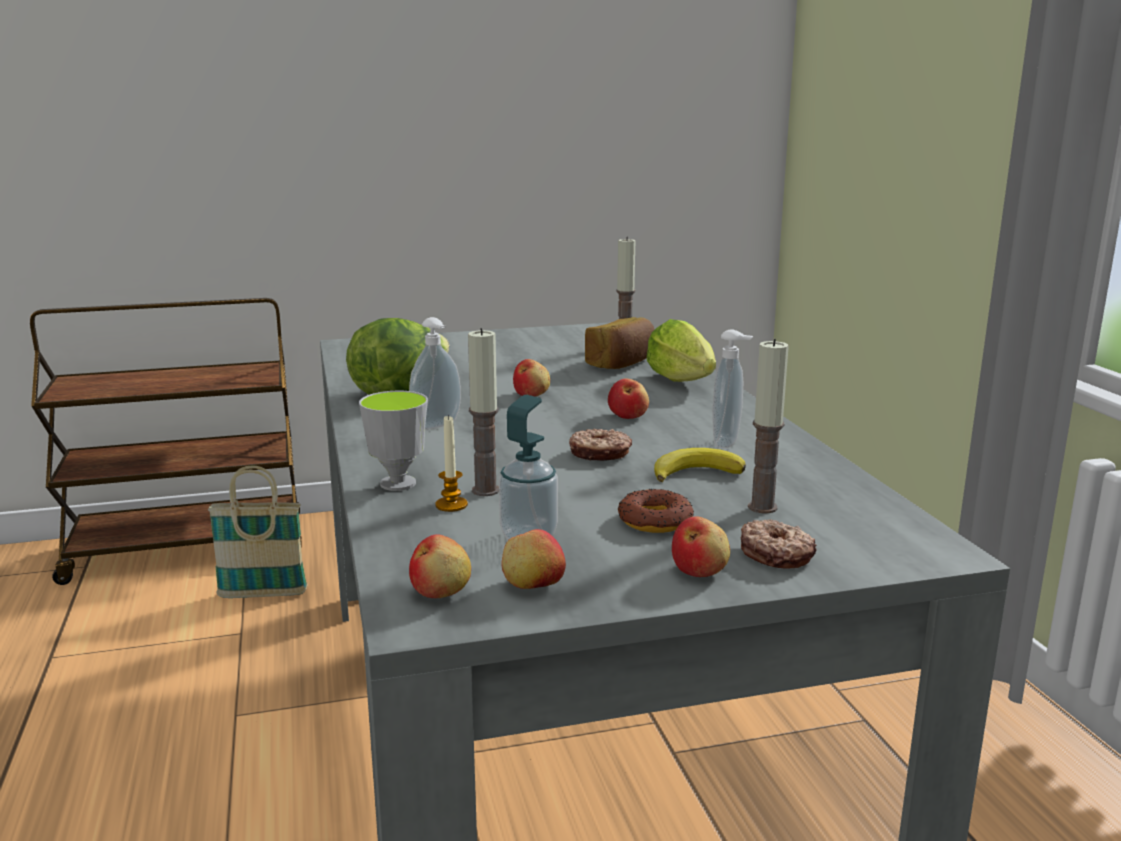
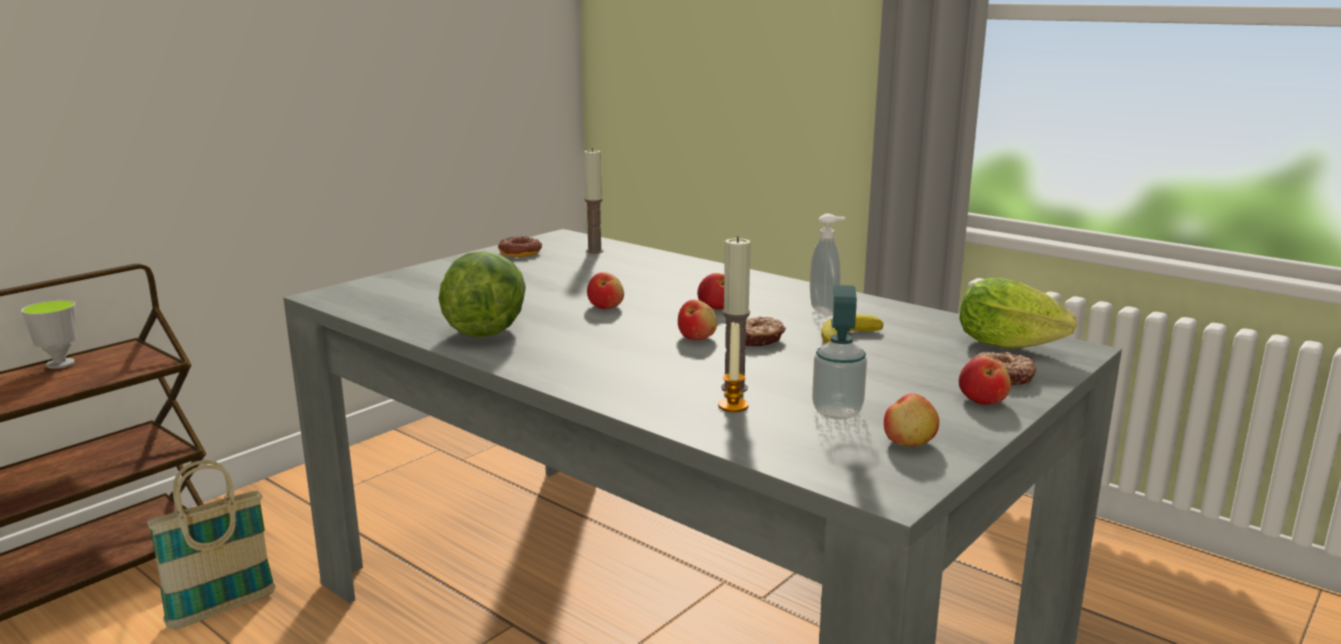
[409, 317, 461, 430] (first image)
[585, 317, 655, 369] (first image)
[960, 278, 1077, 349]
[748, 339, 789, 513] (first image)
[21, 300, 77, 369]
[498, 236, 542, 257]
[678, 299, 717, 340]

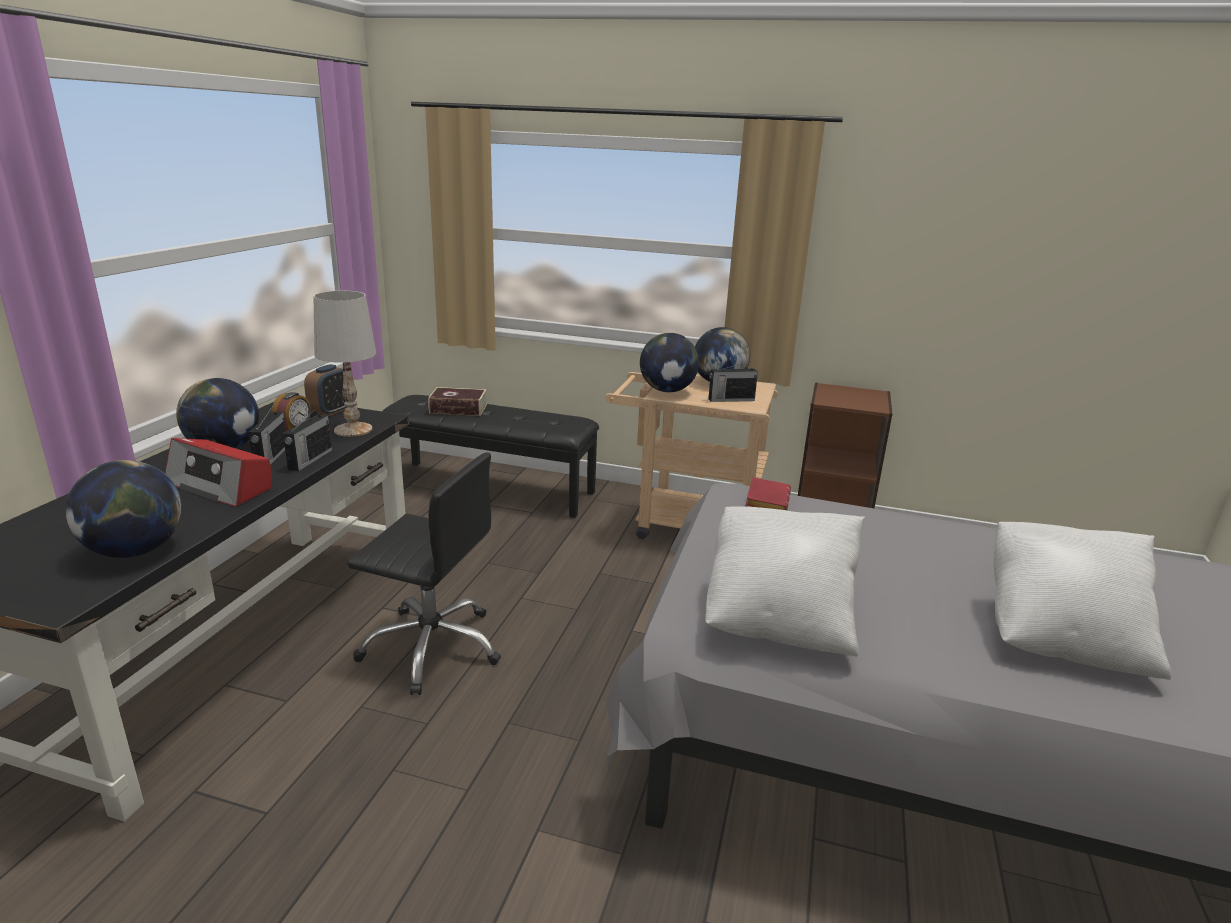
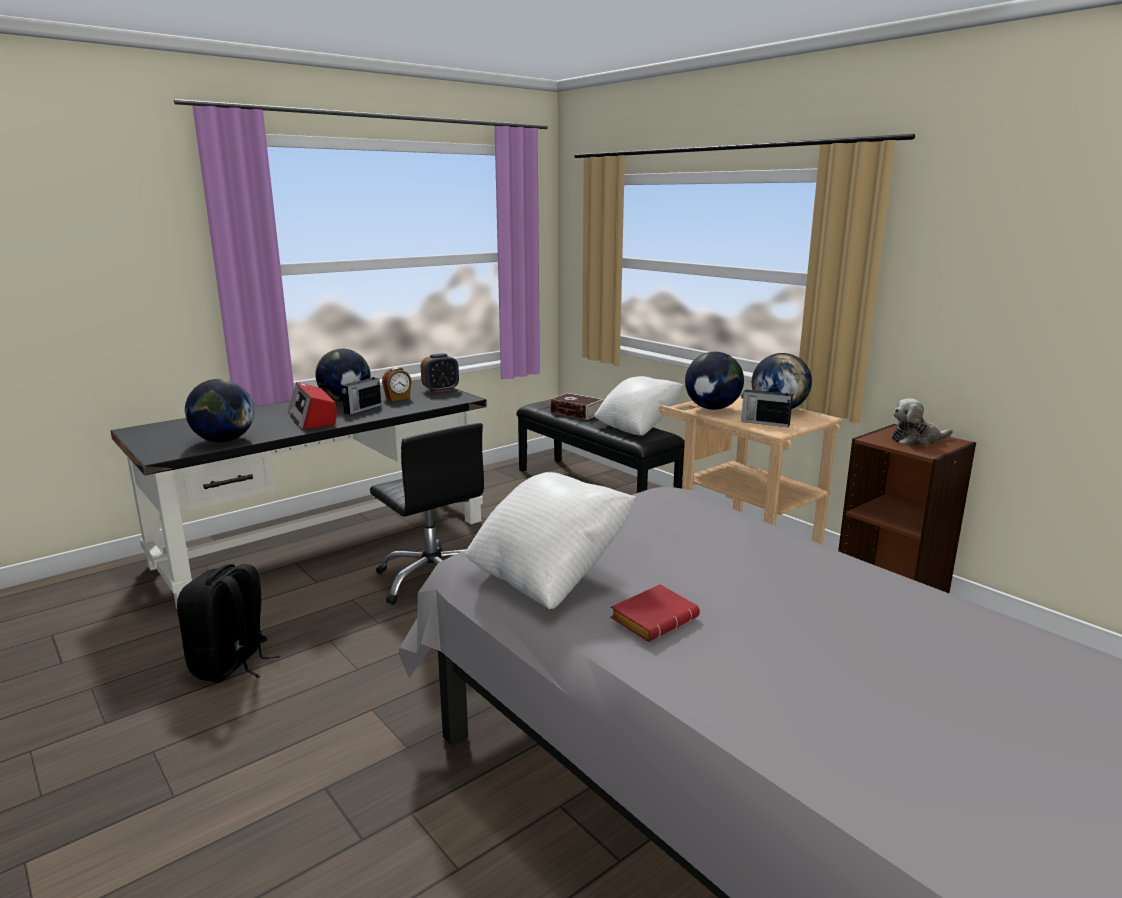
[314, 291, 376, 437] (first image)
[283, 407, 332, 471] (first image)
[610, 584, 700, 642]
[594, 376, 684, 436]
[891, 398, 953, 446]
[177, 564, 280, 683]

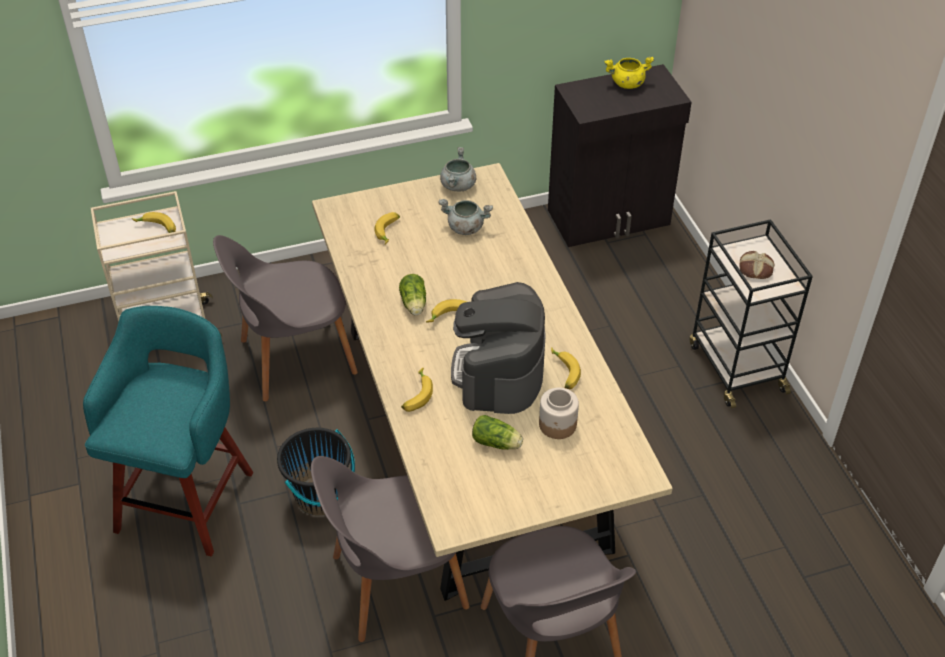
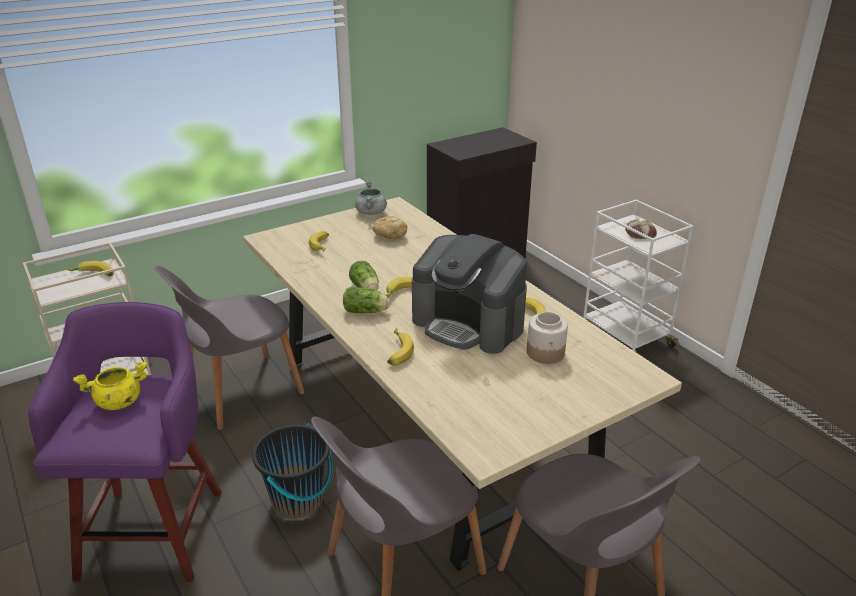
[73, 361, 147, 410]
[372, 216, 407, 239]
[583, 200, 693, 356]
[412, 234, 527, 354]
[28, 302, 222, 582]
[343, 286, 390, 313]

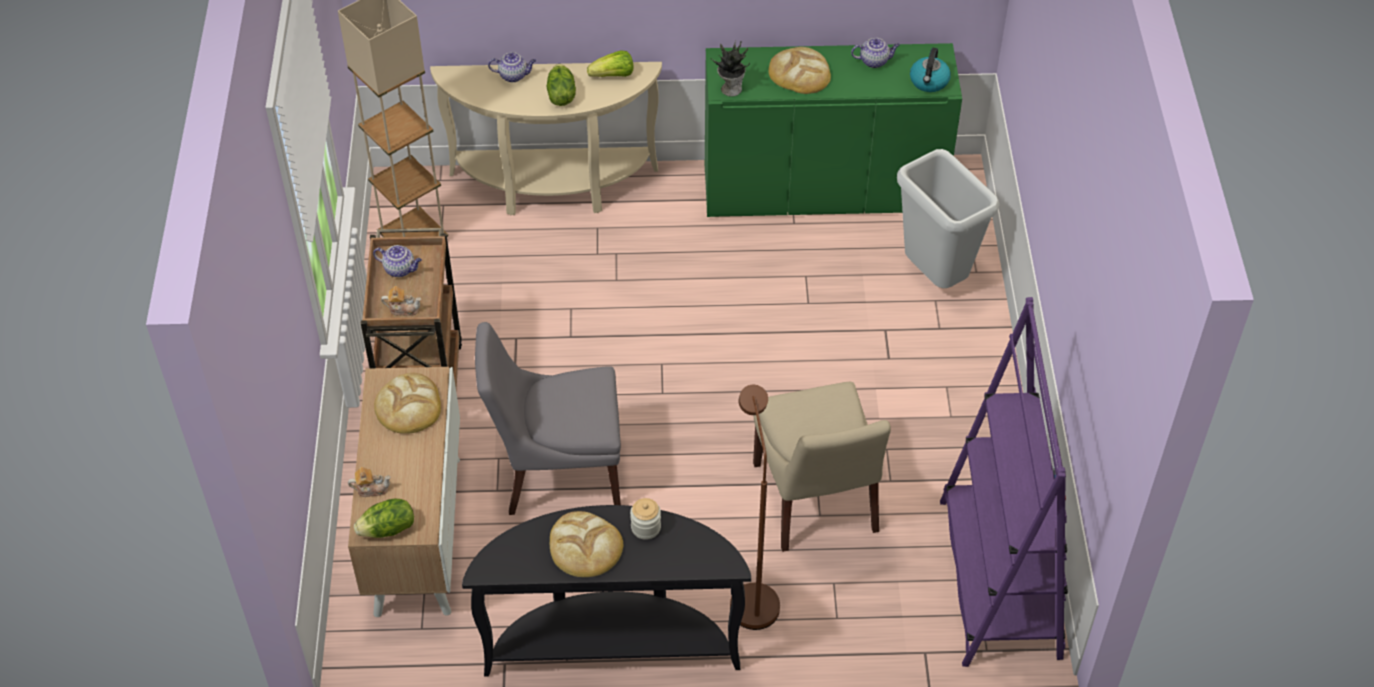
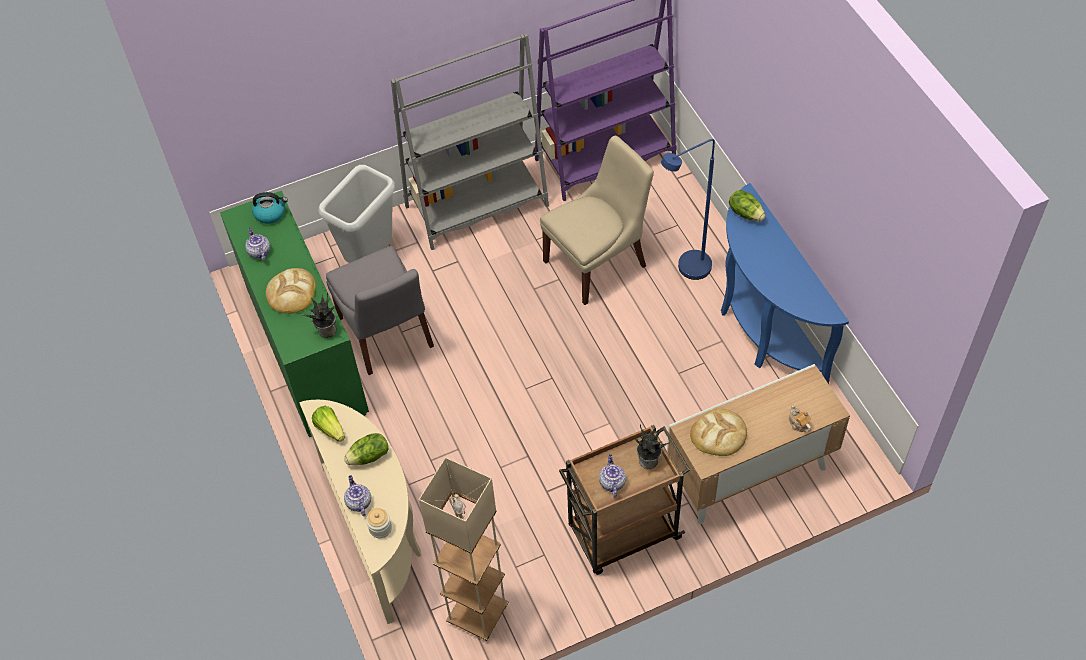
[634, 424, 670, 469]
[326, 246, 434, 375]
[661, 139, 715, 280]
[729, 190, 766, 221]
[366, 508, 392, 538]
[721, 183, 849, 384]
[550, 511, 623, 577] (first image)
[391, 34, 549, 250]

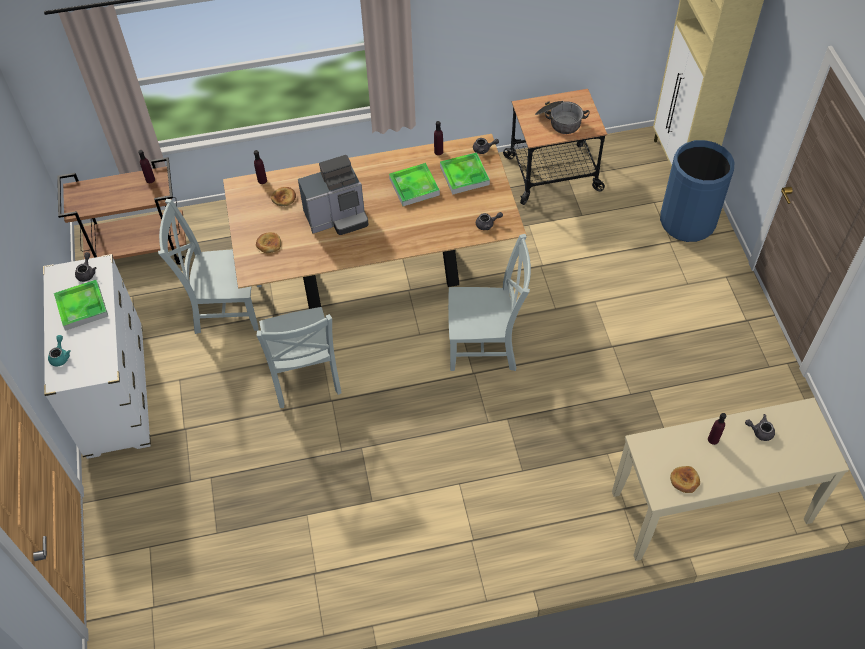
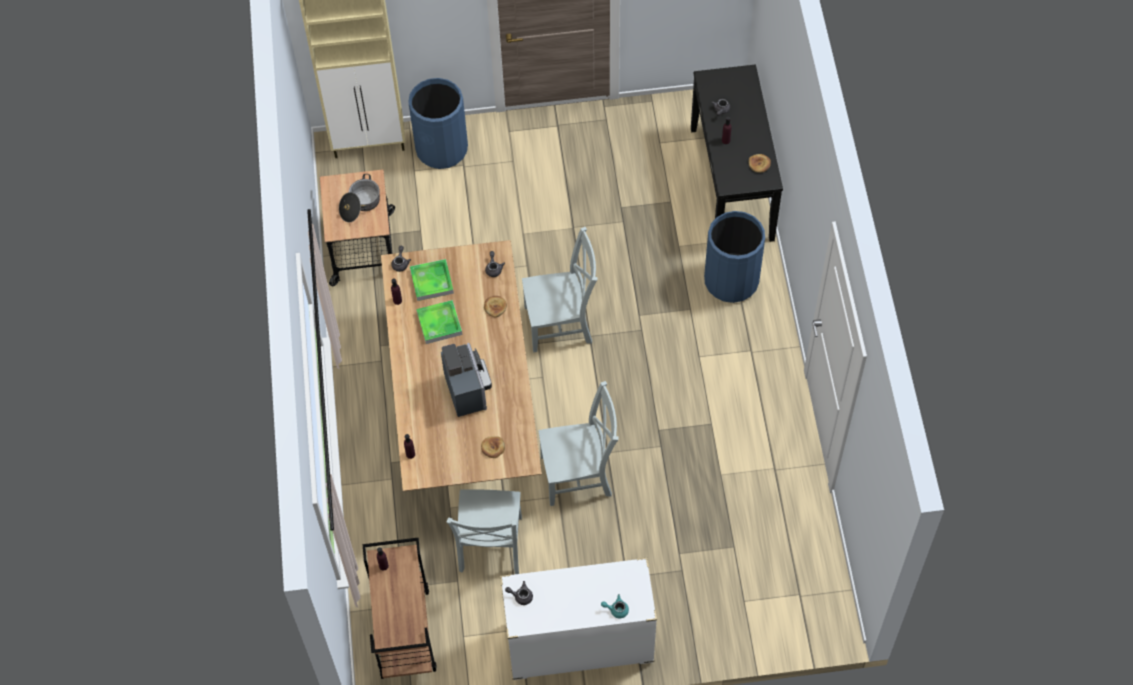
[484, 296, 507, 317]
[522, 227, 598, 352]
[54, 280, 108, 331] (first image)
[691, 65, 783, 242]
[704, 211, 765, 303]

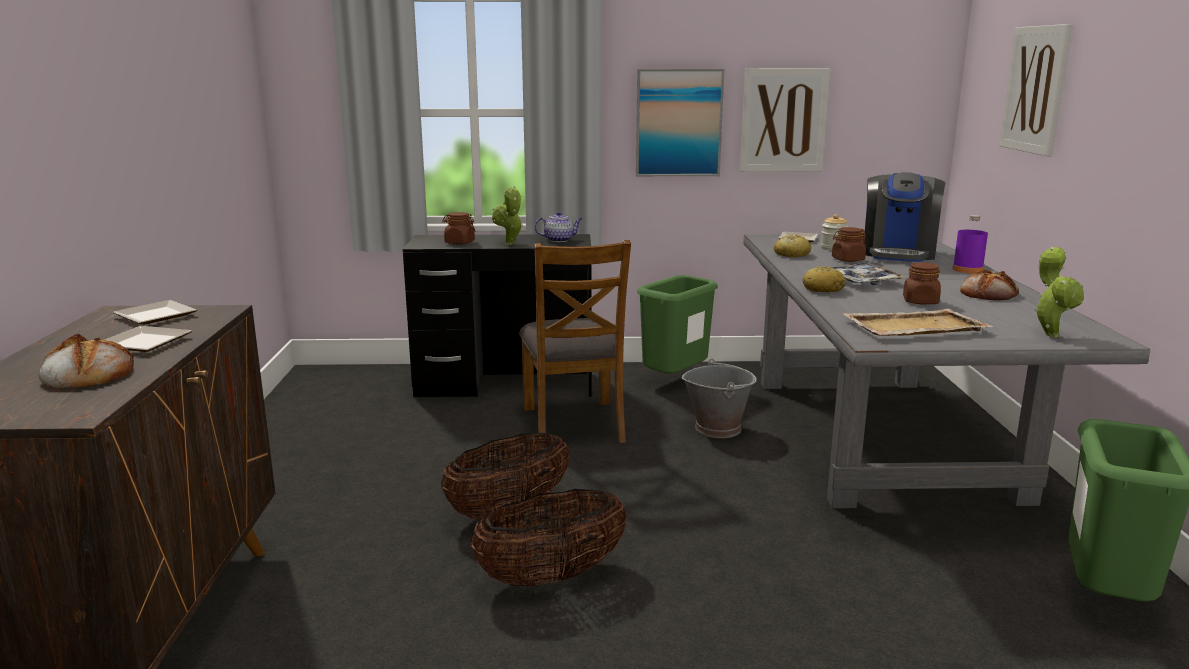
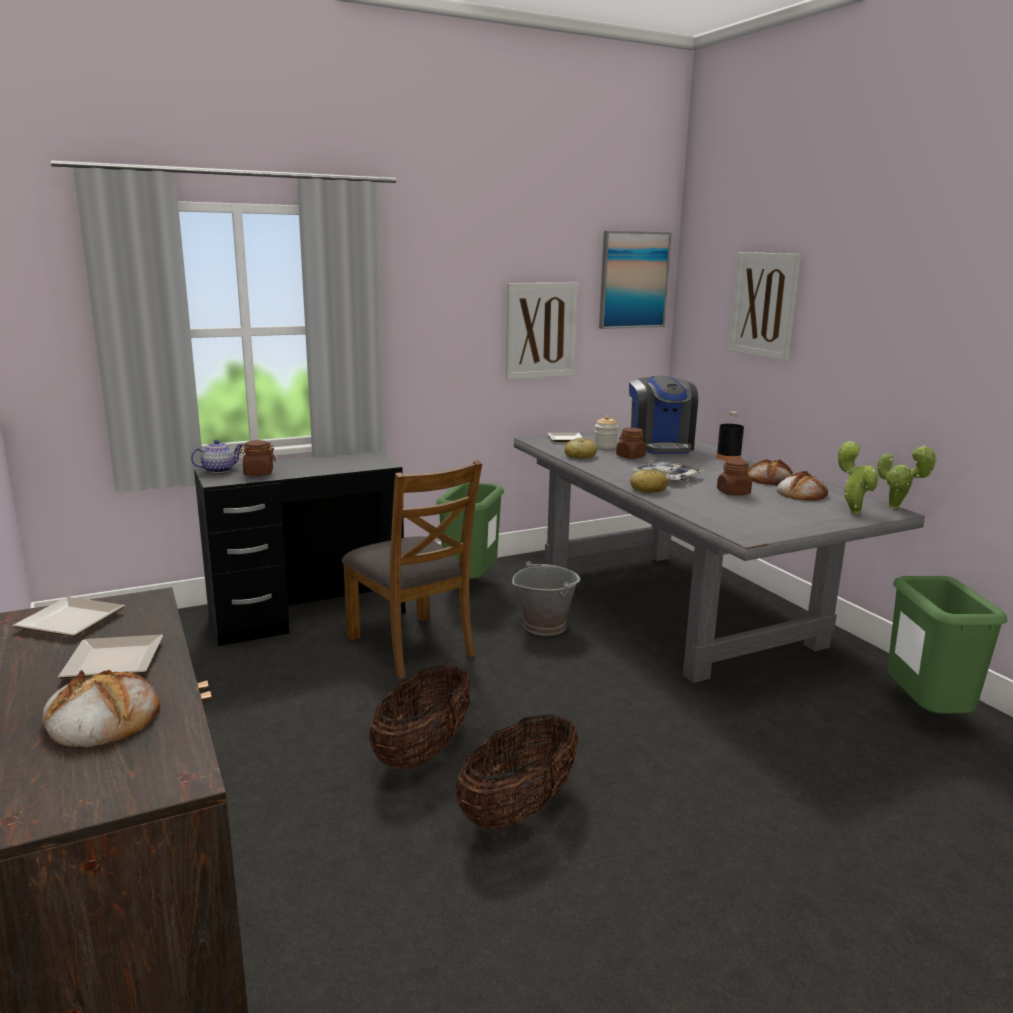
[599, 231, 672, 329]
[877, 445, 938, 509]
[191, 440, 242, 473]
[716, 411, 744, 460]
[843, 309, 993, 336] (first image)
[777, 471, 828, 501]

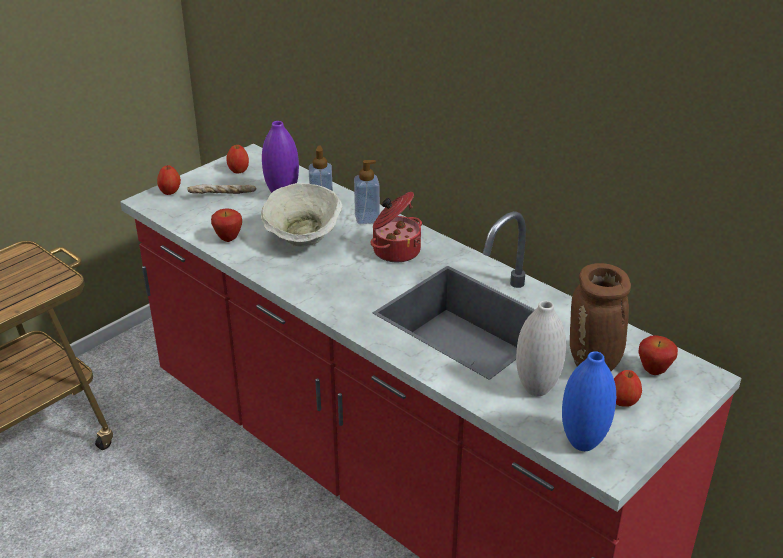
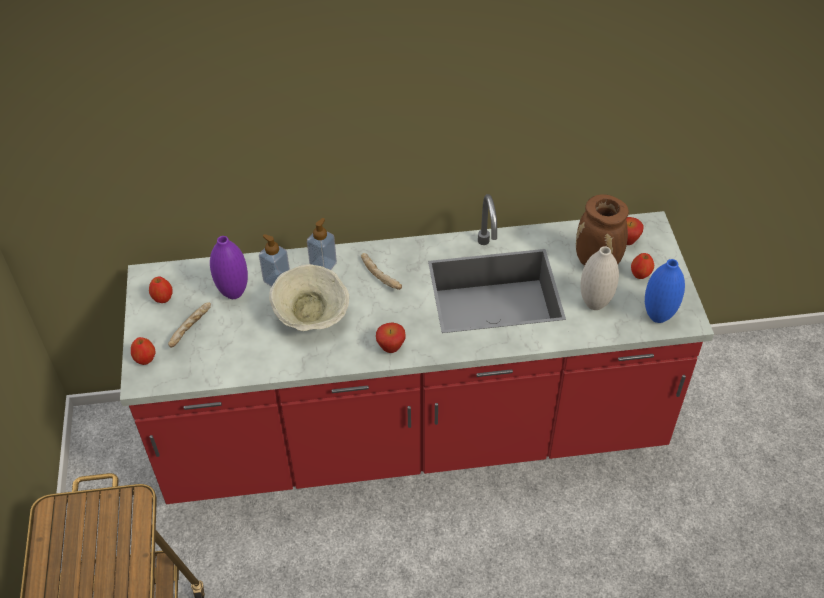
[361, 253, 402, 290]
[376, 322, 405, 353]

